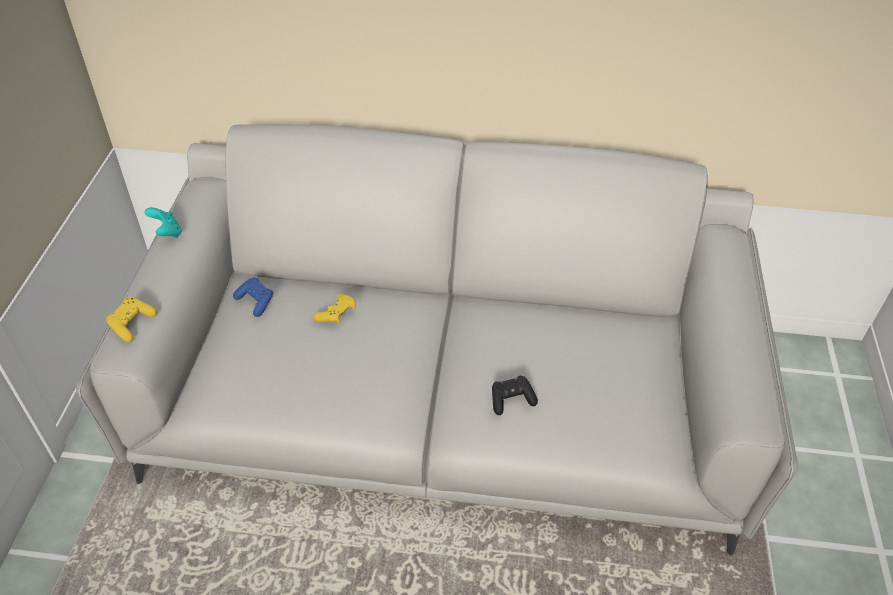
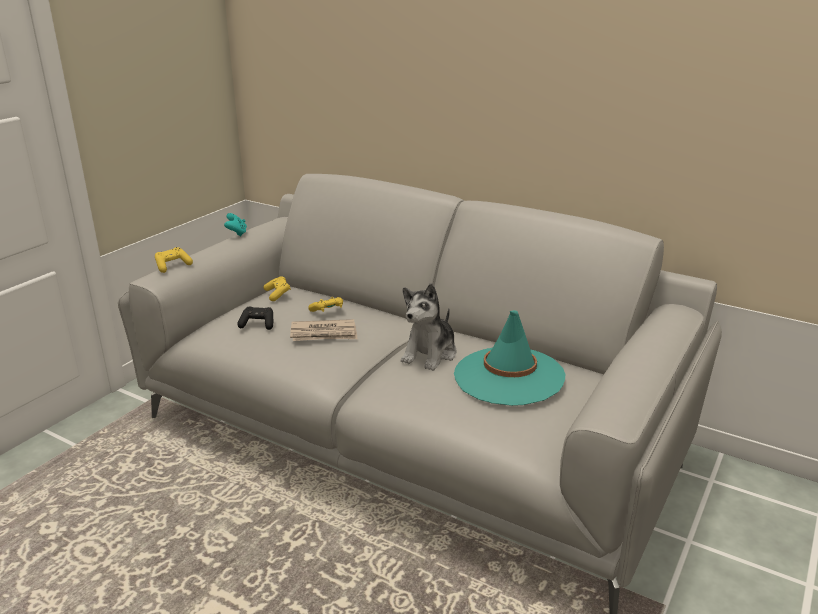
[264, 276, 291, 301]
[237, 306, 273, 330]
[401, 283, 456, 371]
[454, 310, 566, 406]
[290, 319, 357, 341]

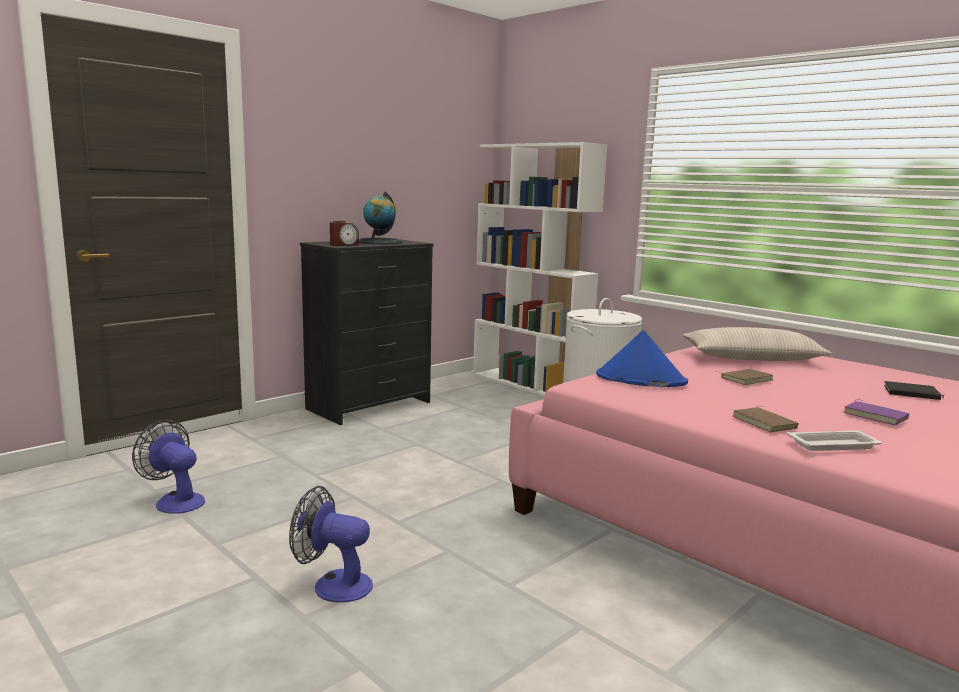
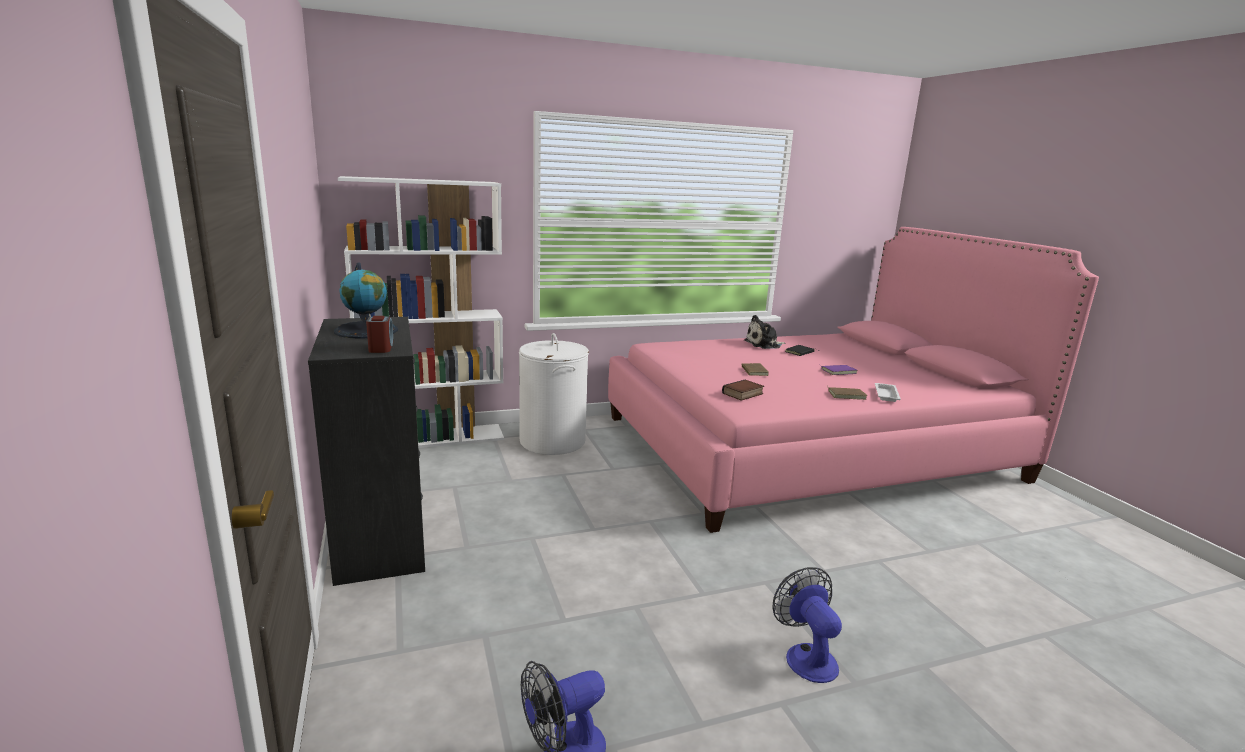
[682, 327, 832, 361] (first image)
[722, 380, 764, 401]
[772, 567, 842, 683]
[744, 315, 786, 349]

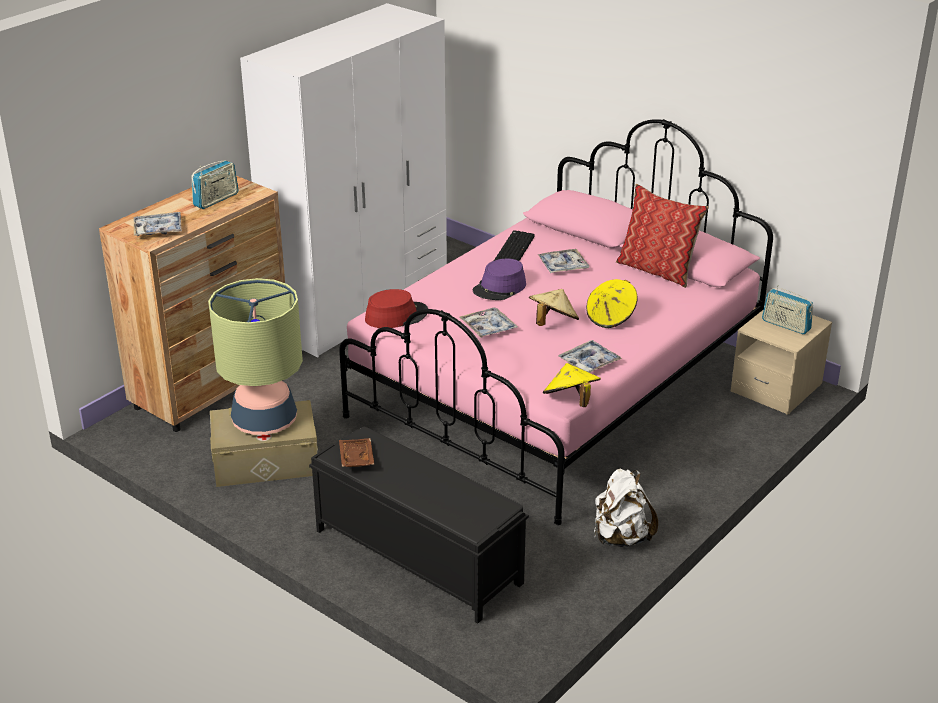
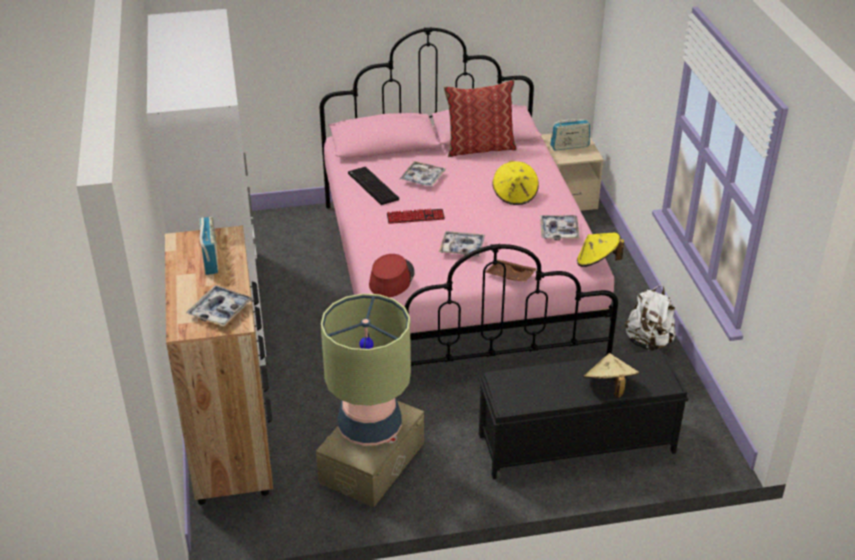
[387, 209, 445, 224]
[584, 353, 639, 398]
[485, 260, 537, 282]

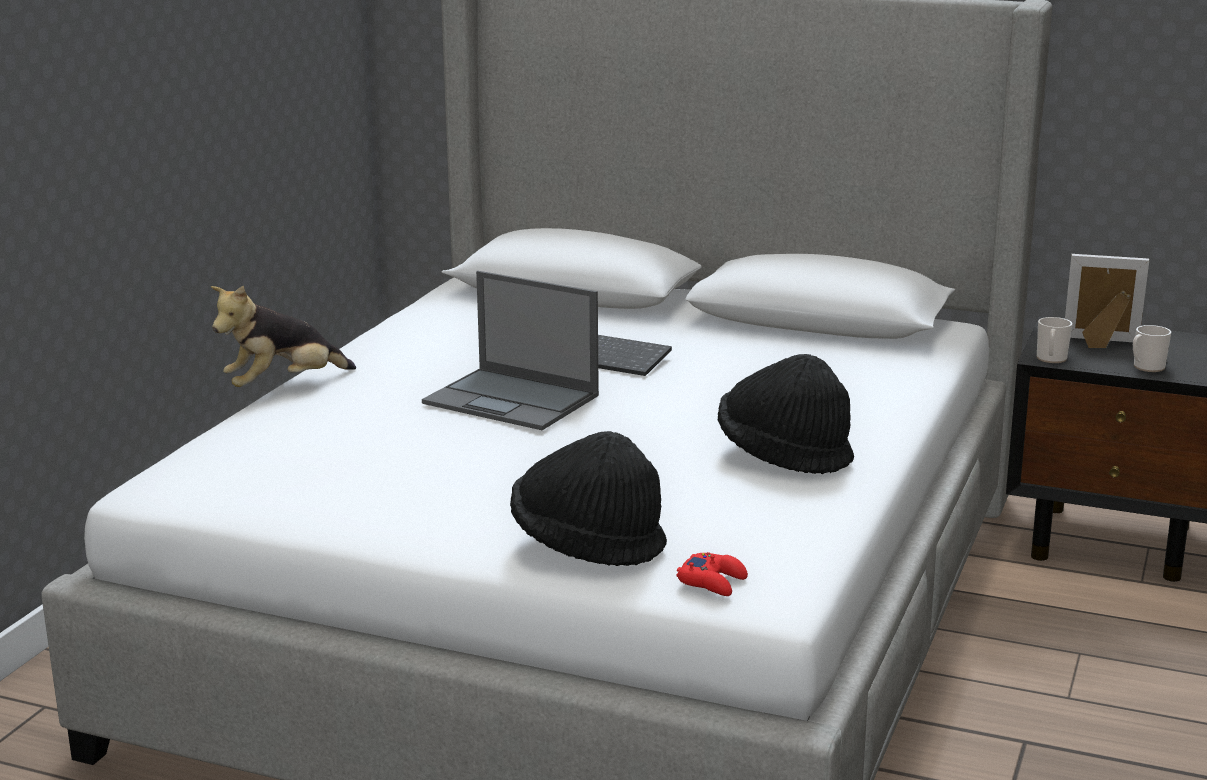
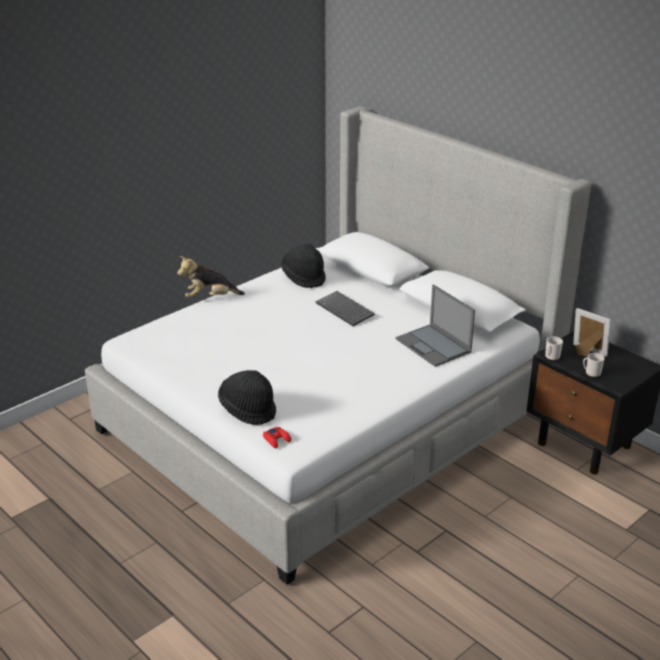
[395, 284, 475, 367]
[281, 244, 326, 288]

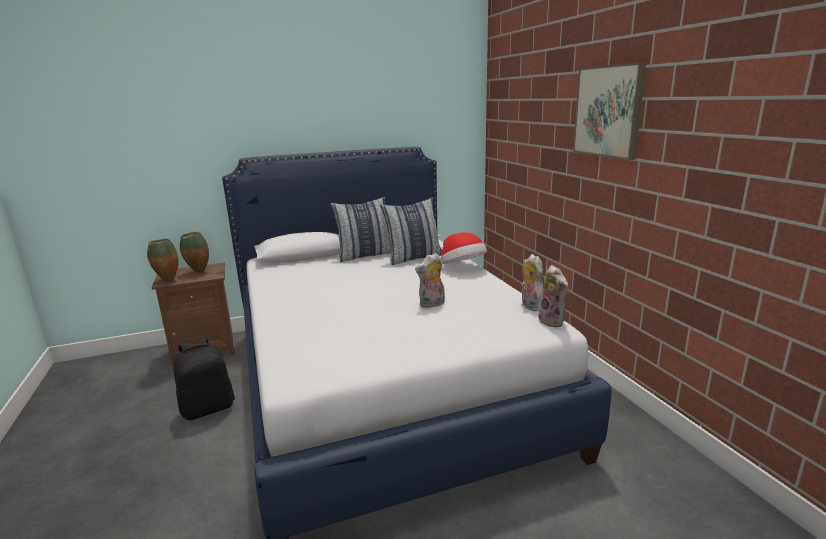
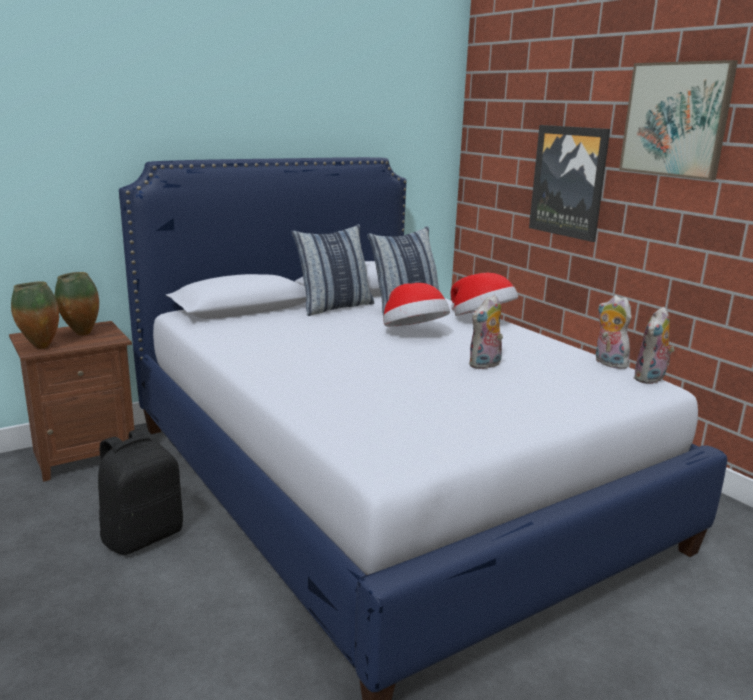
[633, 307, 674, 384]
[529, 125, 610, 242]
[383, 283, 450, 327]

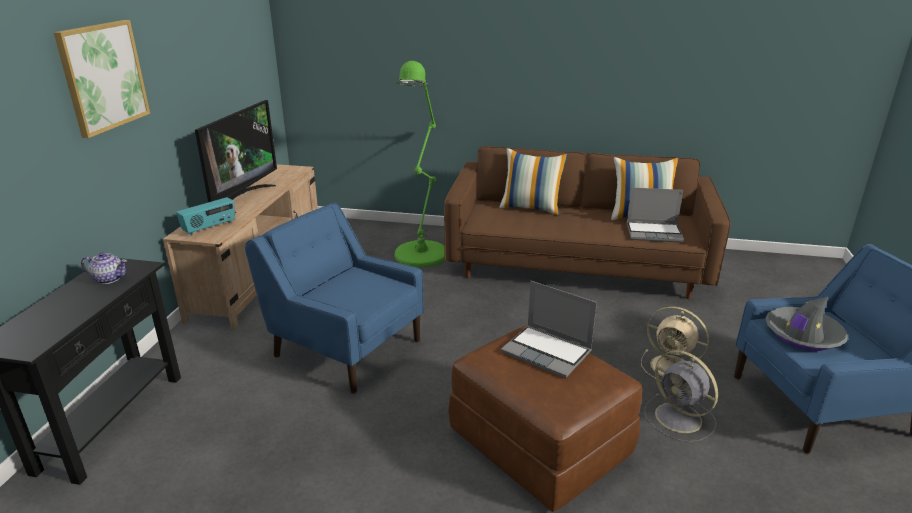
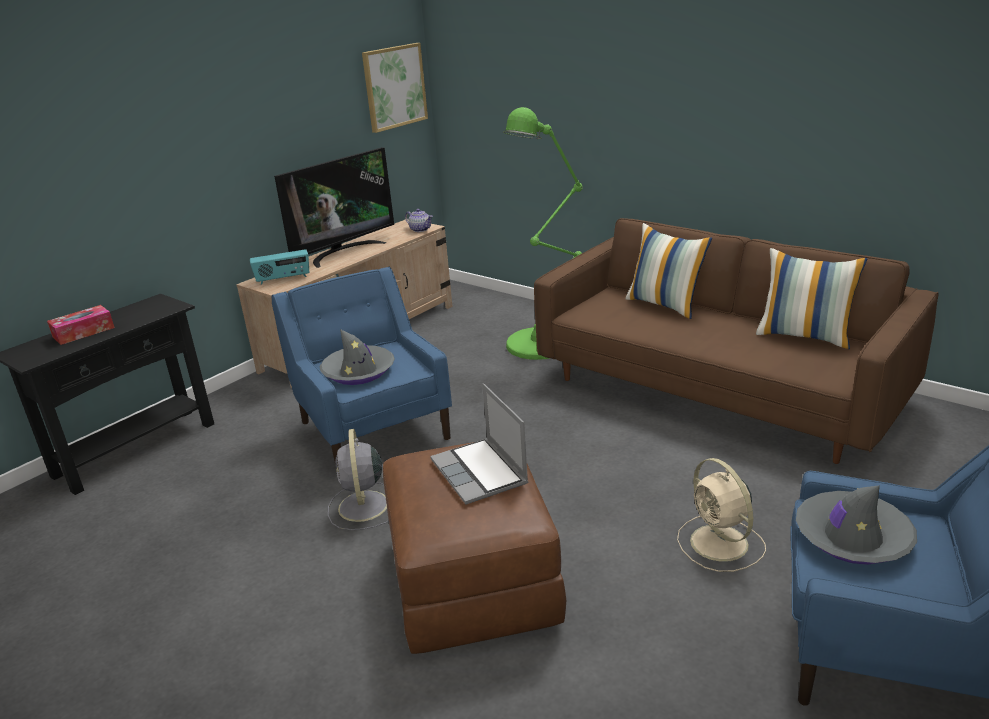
[362, 43, 428, 133]
[627, 188, 684, 243] (first image)
[405, 209, 433, 232]
[328, 429, 389, 530]
[47, 305, 115, 345]
[320, 329, 395, 385]

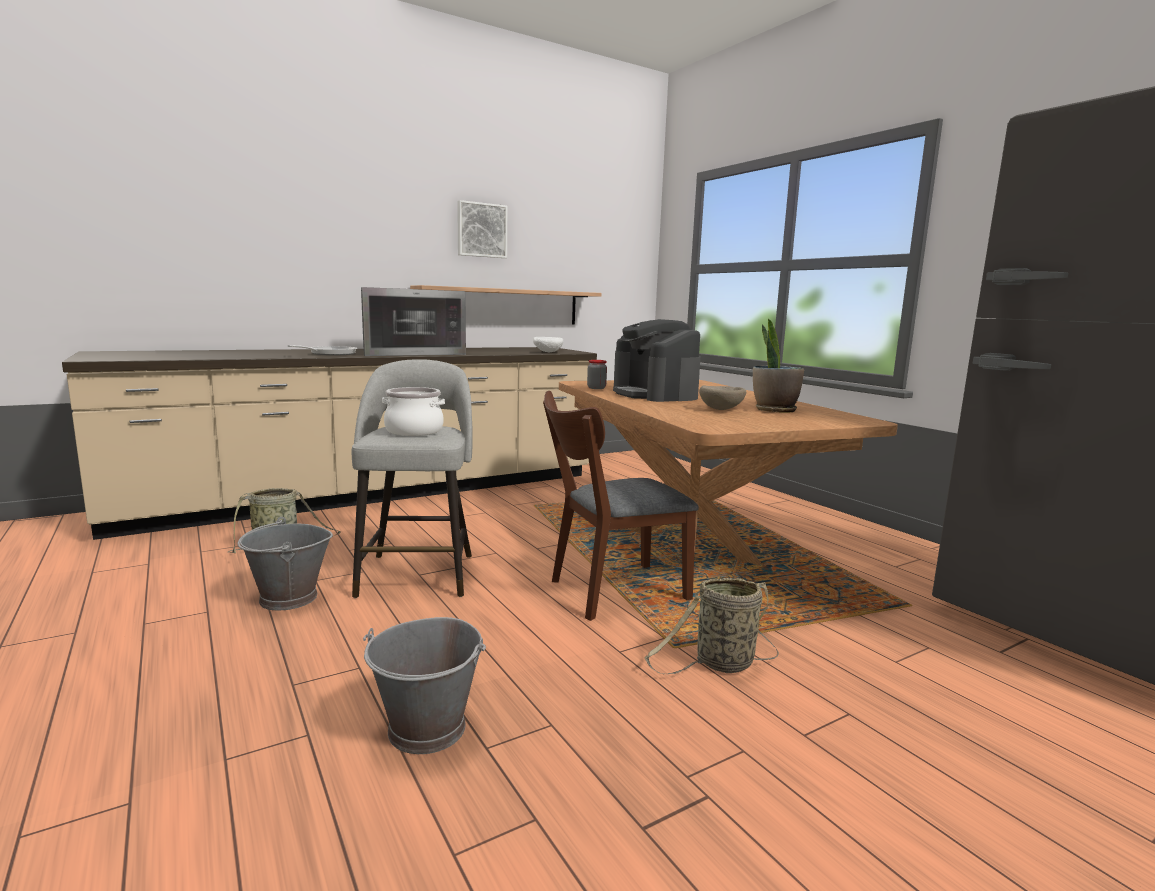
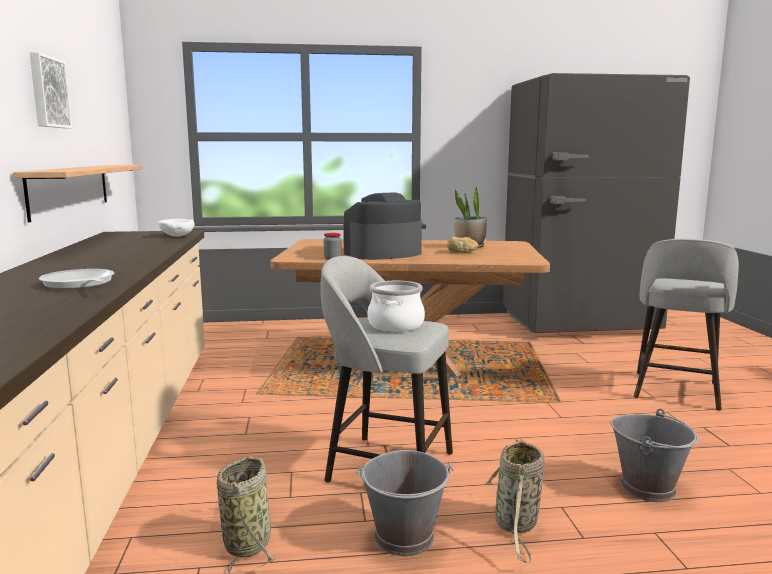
[361, 287, 466, 356] (first image)
[343, 192, 422, 260]
[447, 237, 478, 253]
[543, 391, 699, 621] (first image)
[484, 438, 545, 563]
[633, 239, 739, 411]

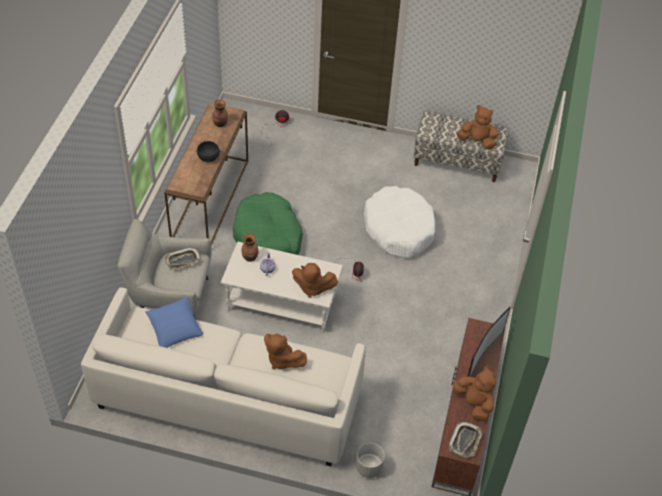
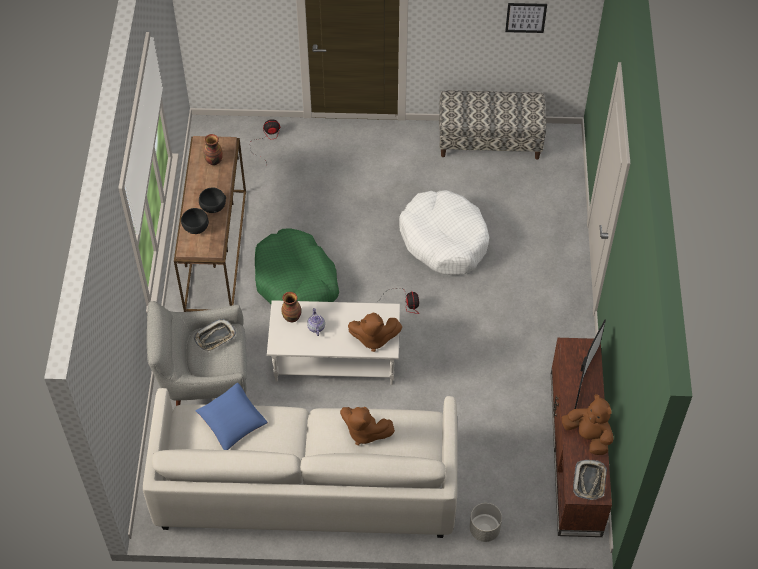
[457, 105, 499, 150] (first image)
[505, 3, 547, 33]
[181, 208, 209, 234]

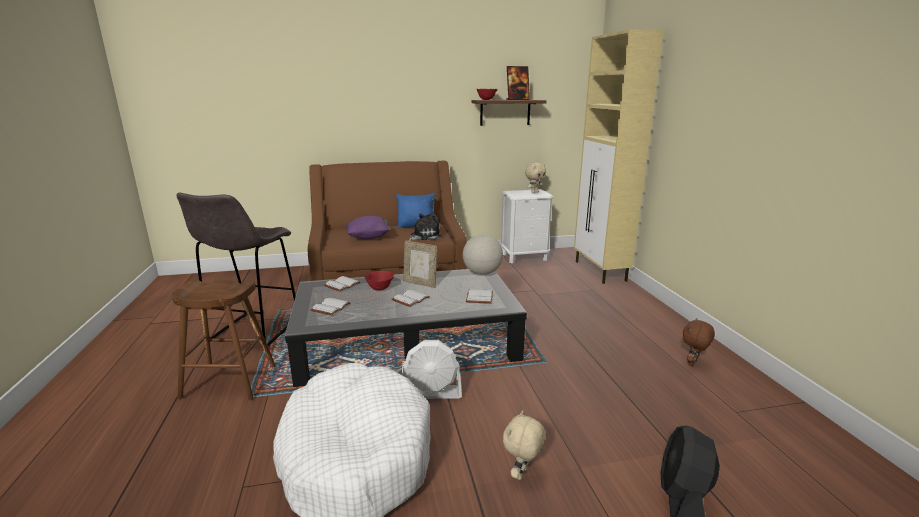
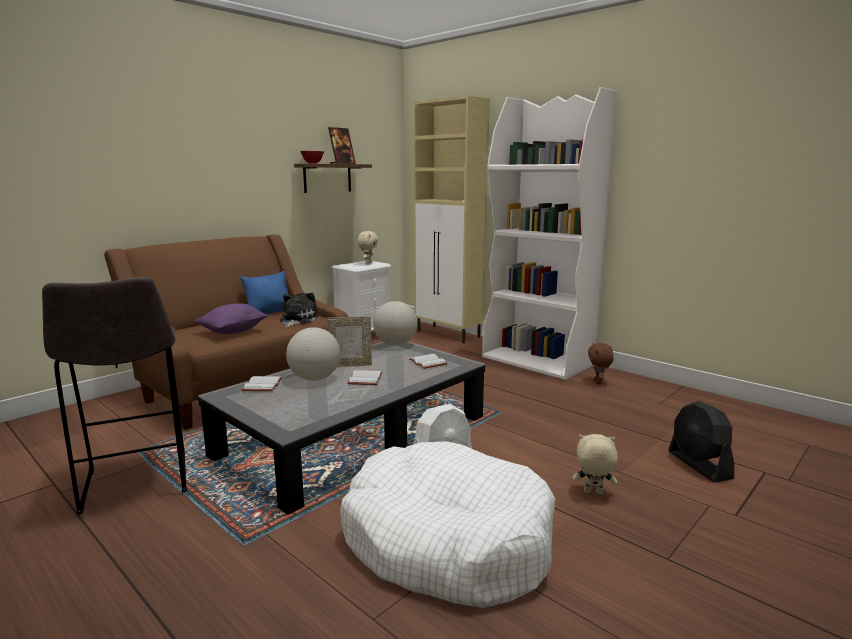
[286, 327, 340, 381]
[171, 280, 276, 400] (first image)
[311, 298, 350, 315] (first image)
[572, 434, 618, 494]
[482, 87, 617, 380]

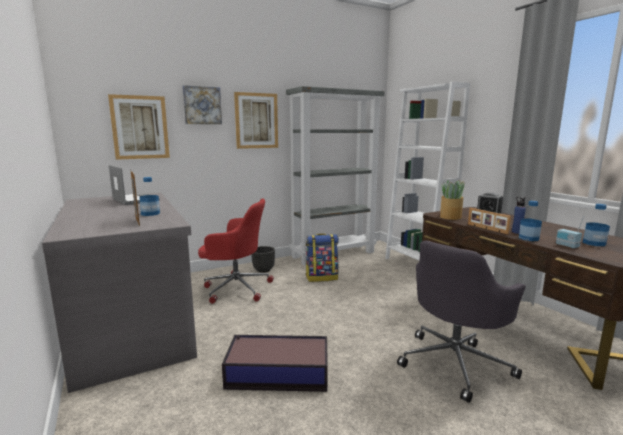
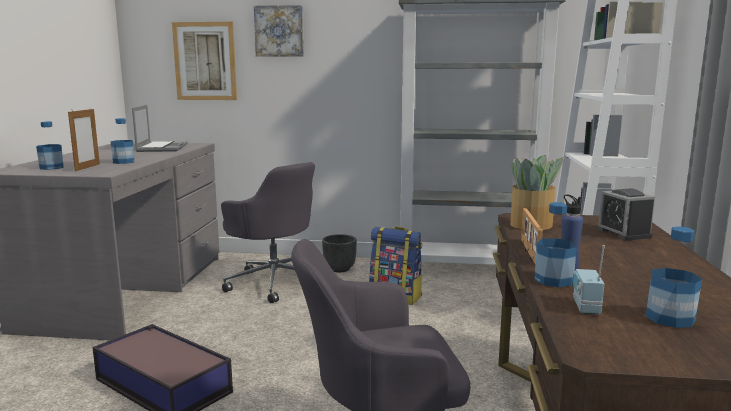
[234, 92, 278, 149] (first image)
[221, 162, 315, 303]
[36, 121, 64, 170]

